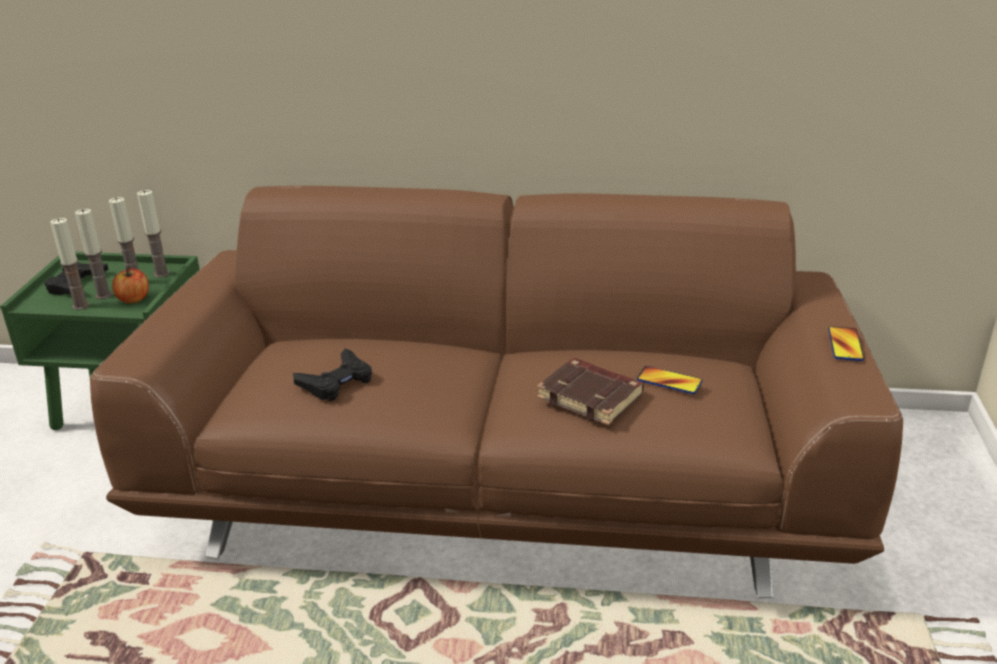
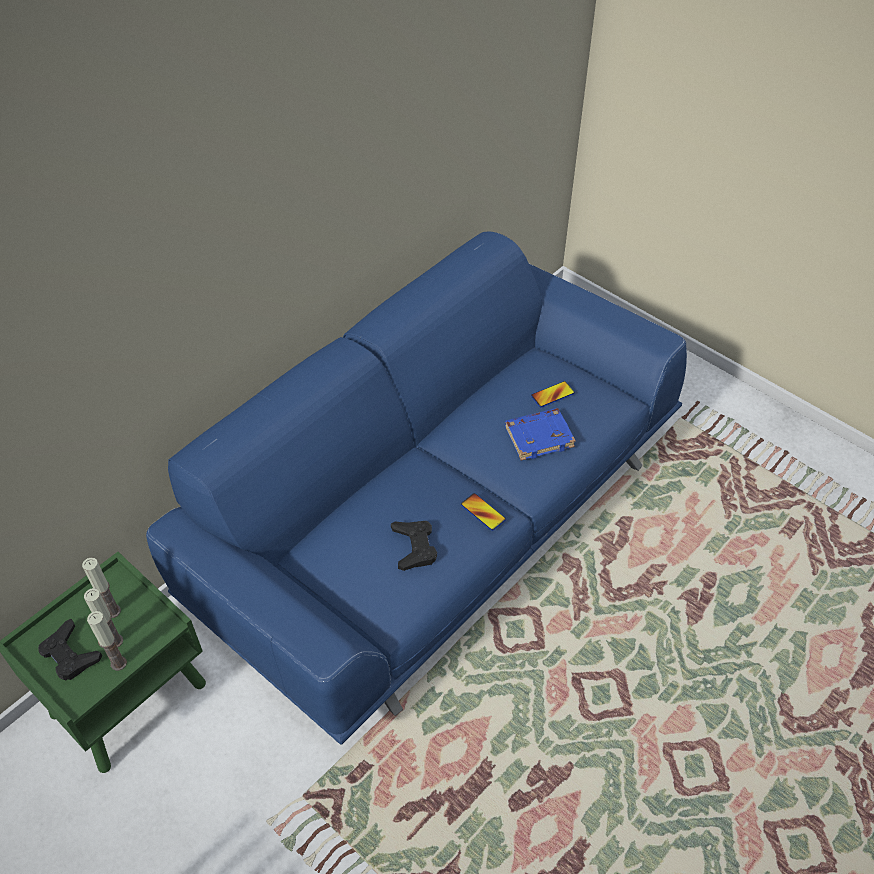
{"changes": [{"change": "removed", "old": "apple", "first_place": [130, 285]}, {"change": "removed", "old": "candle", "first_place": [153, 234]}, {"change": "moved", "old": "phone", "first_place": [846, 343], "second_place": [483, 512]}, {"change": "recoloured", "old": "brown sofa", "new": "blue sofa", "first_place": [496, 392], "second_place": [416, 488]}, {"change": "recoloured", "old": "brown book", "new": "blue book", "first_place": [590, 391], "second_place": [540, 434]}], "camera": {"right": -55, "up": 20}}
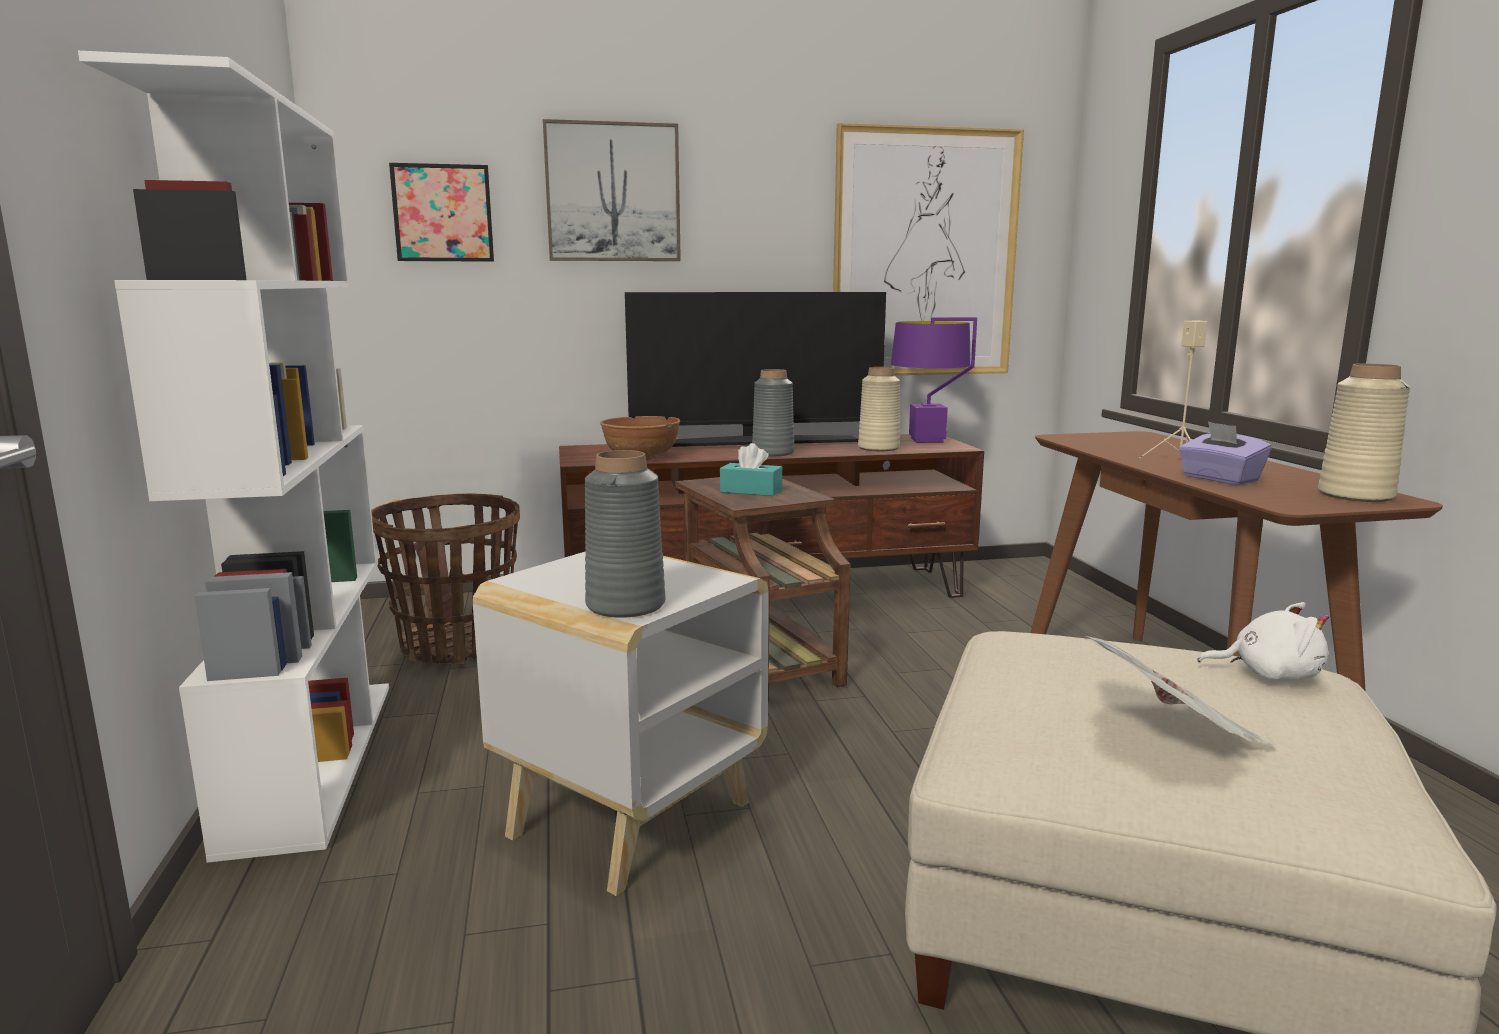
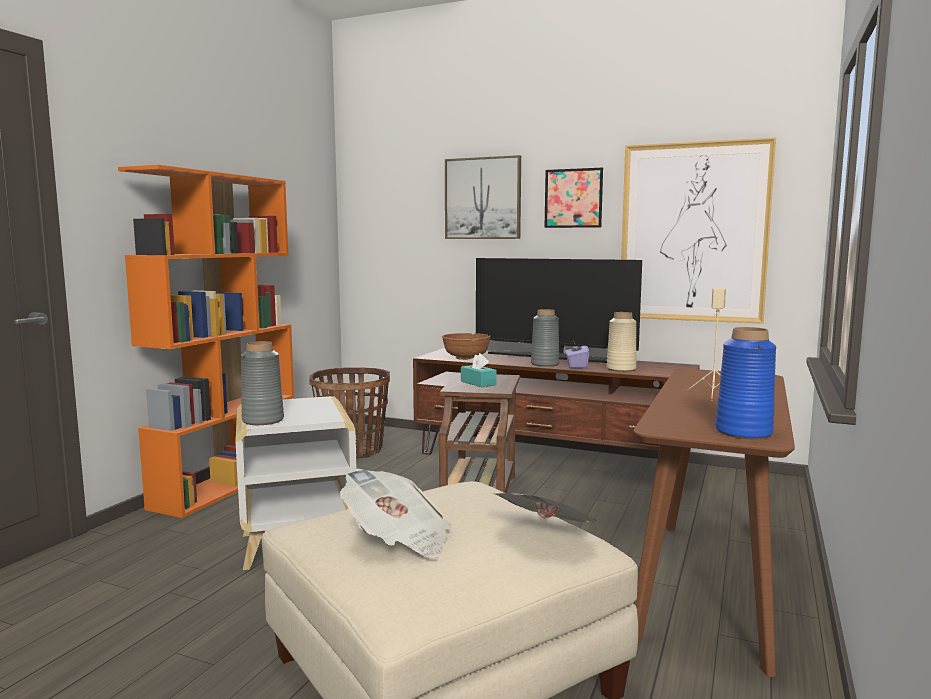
{"changes": [{"change": "removed", "old": "purple table lamp", "first_place": [934, 380]}, {"change": "moved", "old": "picture", "first_place": [441, 212], "second_place": [573, 198]}, {"change": "moved", "old": "purple tissue box", "first_place": [1225, 453], "second_place": [577, 355]}, {"change": "replaced", "old": "white plush toy", "new": "newspaper", "first_place": [1263, 641], "second_place": [544, 508]}, {"change": "recoloured", "old": "white bookcase", "new": "orange bookcase", "first_place": [233, 457], "second_place": [206, 341]}, {"change": "recoloured", "old": "beige vase", "new": "blue vase", "first_place": [1364, 432], "second_place": [745, 383]}], "camera": {"right": 35, "up": -5}}
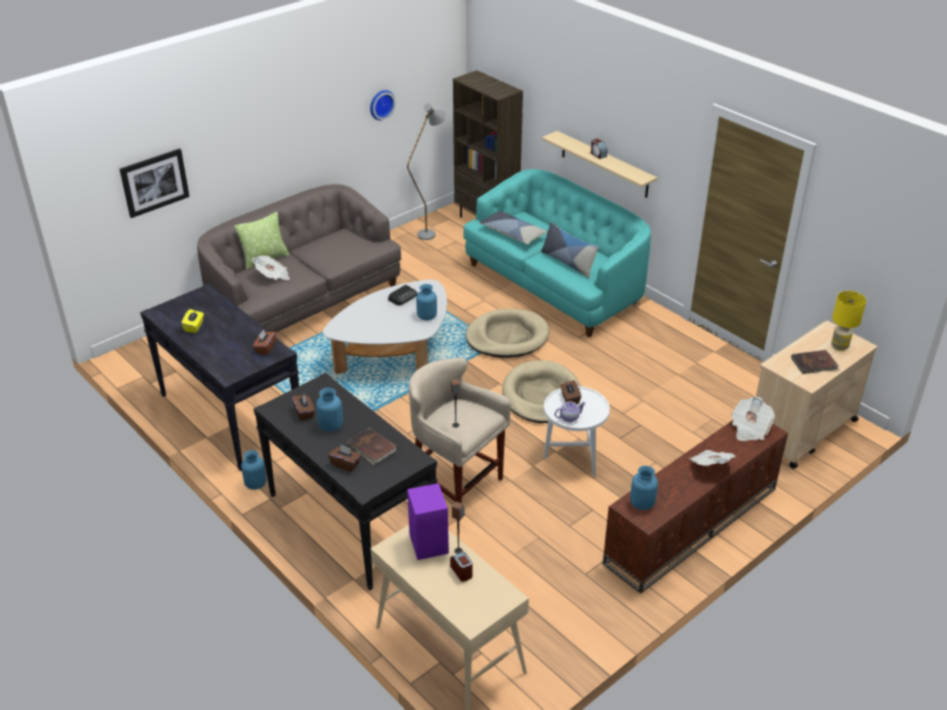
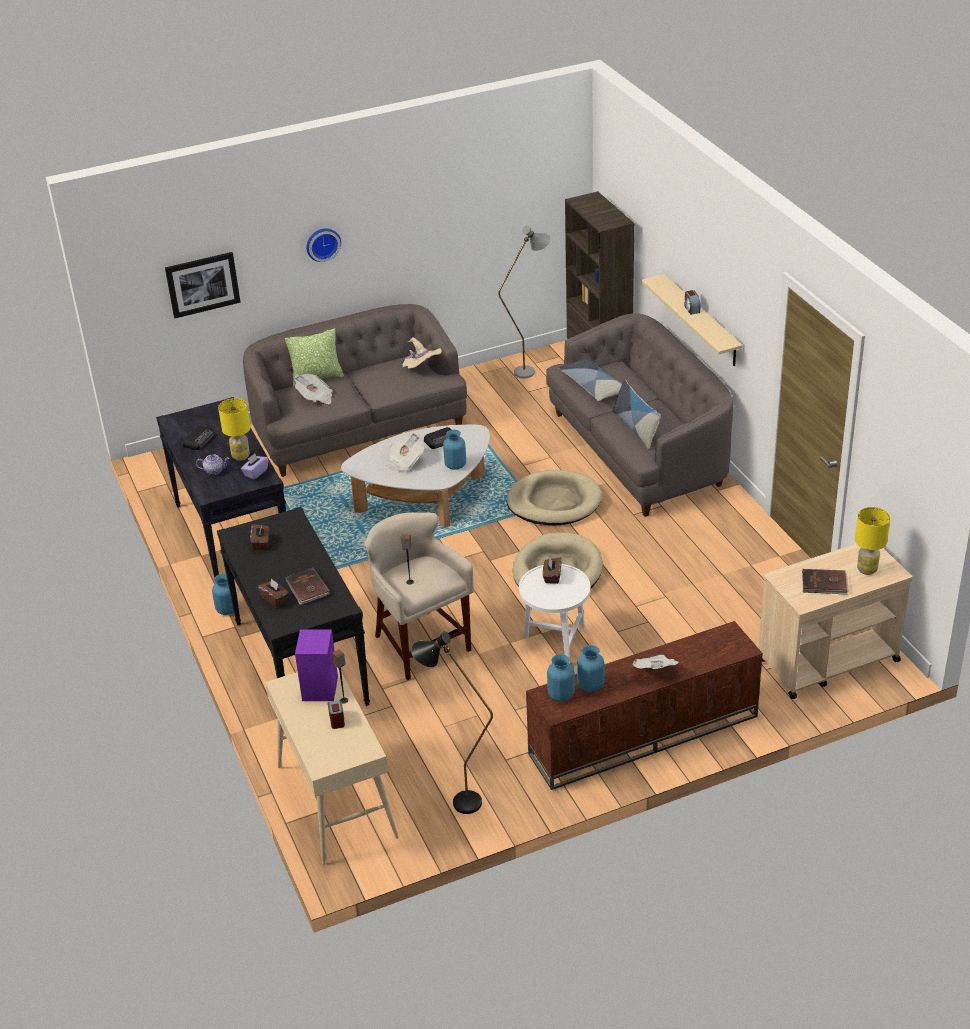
{"changes": [{"change": "added", "new": "yellow table lamp", "second_place": [234, 429]}, {"change": "added", "new": "beige hat", "second_place": [421, 353]}, {"change": "added", "new": "black floor lamp", "second_place": [452, 722]}, {"change": "moved", "old": "blue vase", "first_place": [329, 410], "second_place": [591, 668]}, {"change": "moved", "old": "wall clock", "first_place": [383, 105], "second_place": [324, 245]}, {"change": "moved", "old": "teapot", "first_place": [570, 412], "second_place": [213, 464]}, {"change": "moved", "old": "newspaper", "first_place": [753, 418], "second_place": [404, 452]}, {"change": "replaced", "old": "yellow tissue box", "new": "radio", "first_place": [192, 321], "second_place": [199, 438]}, {"change": "recoloured", "old": "brown tissue box", "new": "purple tissue box", "first_place": [264, 342], "second_place": [254, 467]}, {"change": "recoloured", "old": "turquoise sofa", "new": "grey sofa", "first_place": [557, 253], "second_place": [639, 415]}], "camera": {"right": 20, "up": 0}}
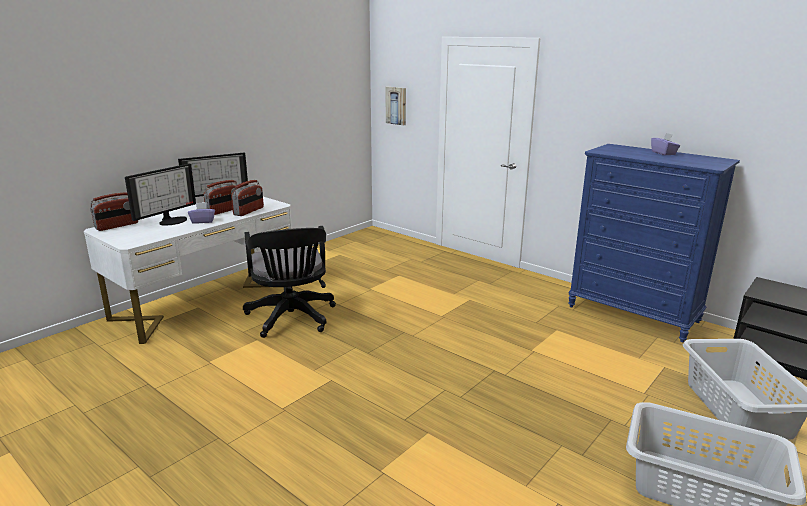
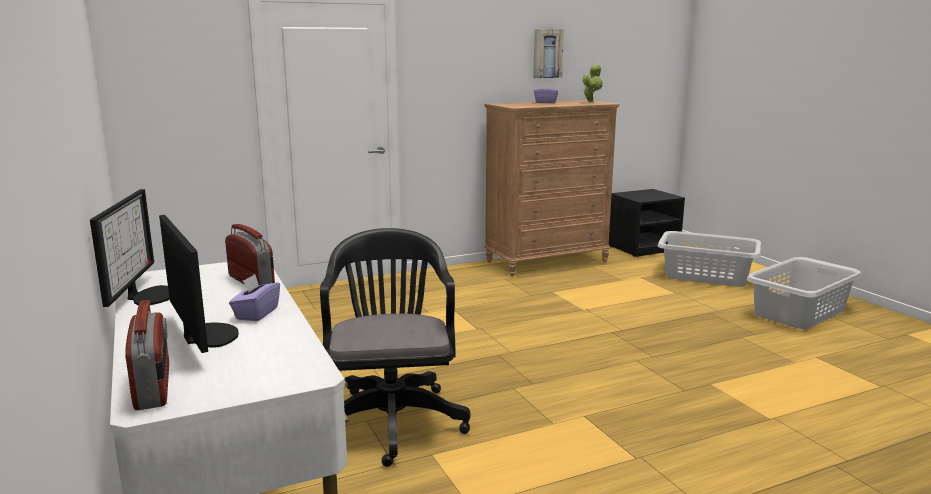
{"changes": [{"change": "removed", "old": "radio", "first_place": [220, 197]}, {"change": "added", "new": "potted plant", "second_place": [593, 83]}, {"change": "moved", "old": "picture", "first_place": [396, 106], "second_place": [548, 53]}, {"change": "recoloured", "old": "blue dresser", "new": "brown dresser", "first_place": [654, 243], "second_place": [551, 188]}, {"change": "turned", "old": "black office chair", "first_place": [289, 282], "second_place": [395, 347], "degrees": -105}], "camera": {"right": -65, "up": -5}}
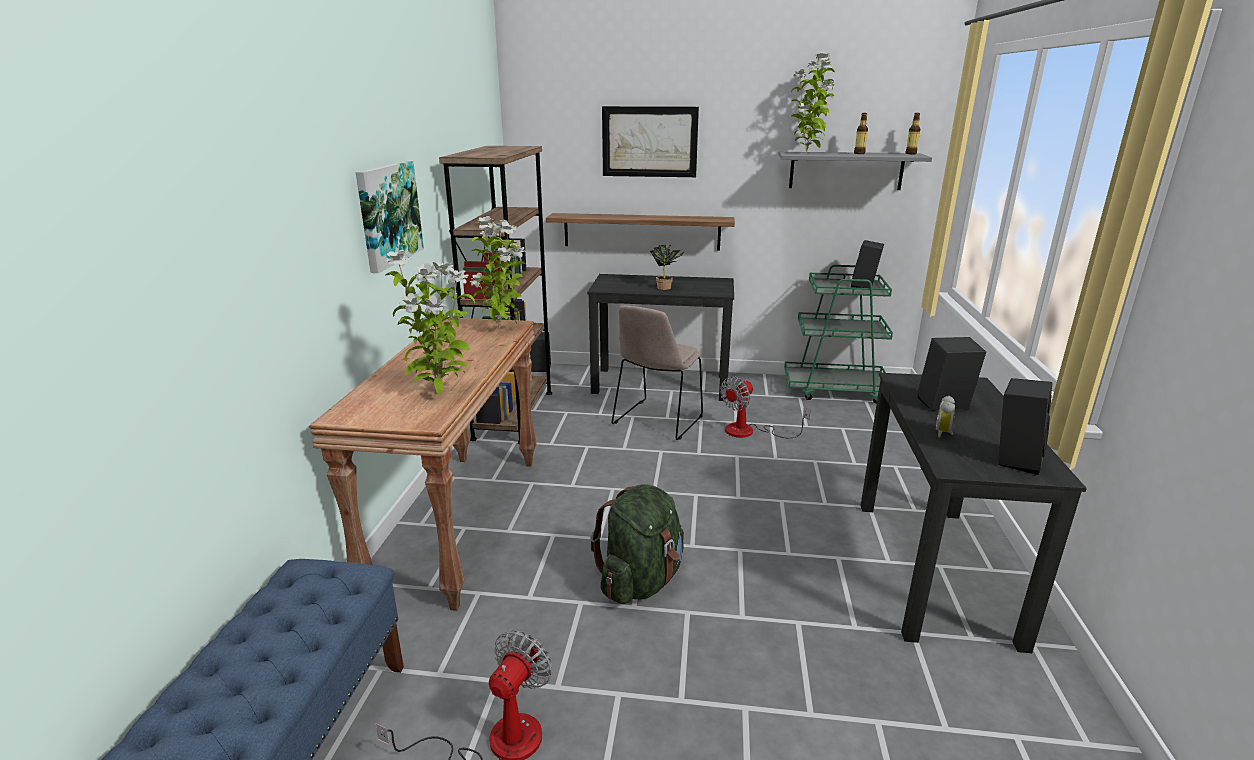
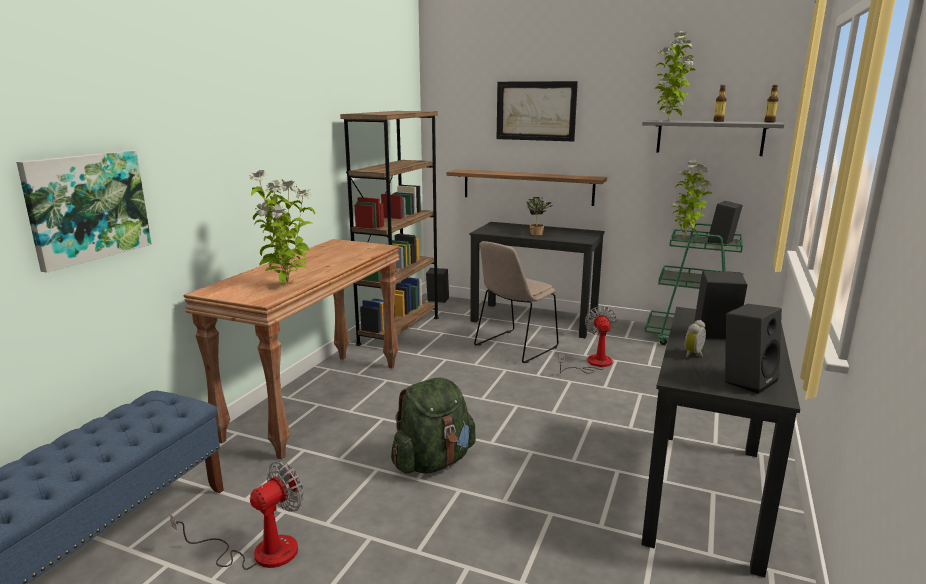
{"changes": [{"change": "moved", "old": "picture", "first_place": [390, 217], "second_place": [84, 211]}, {"change": "moved", "old": "potted plant", "first_place": [498, 273], "second_place": [692, 199]}, {"change": "turned", "old": "fan", "first_place": [765, 407], "second_place": [587, 340], "degrees": 120}], "camera": {"right": 15, "up": -5}}
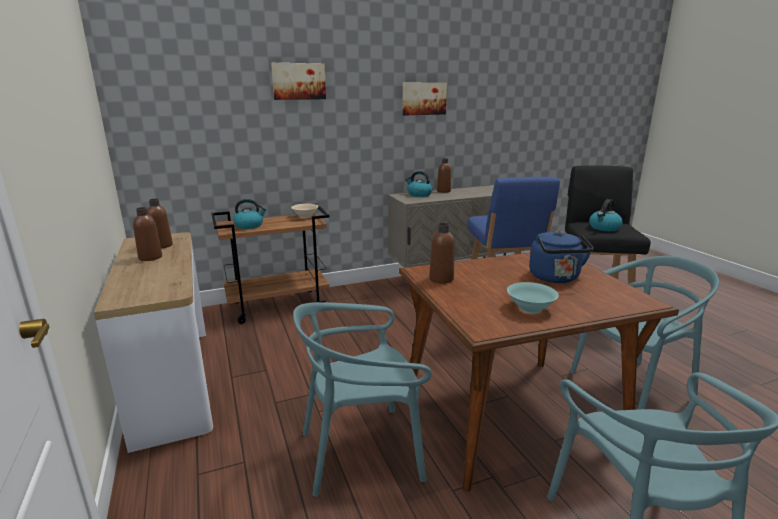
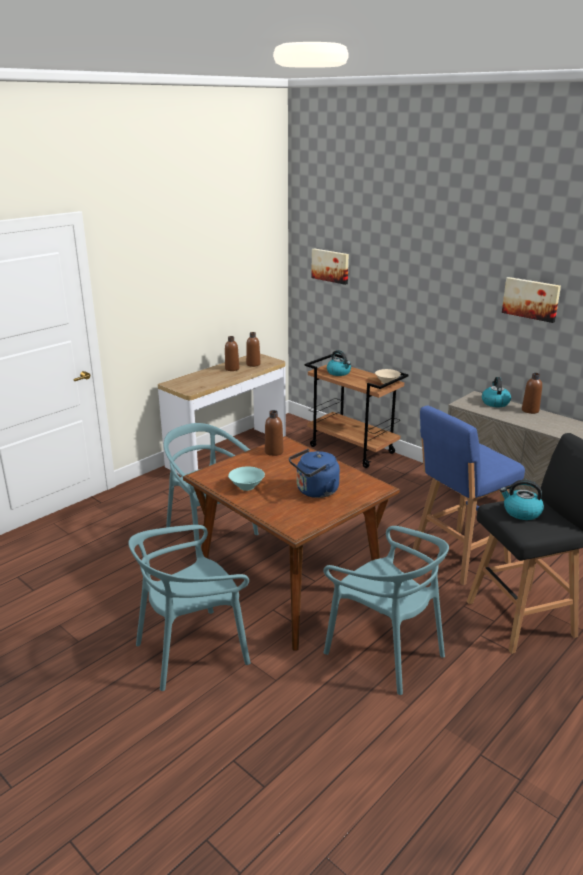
{"changes": [{"change": "moved", "old": "picture", "first_place": [298, 81], "second_place": [330, 266]}], "camera": {"right": 65, "up": 5}}
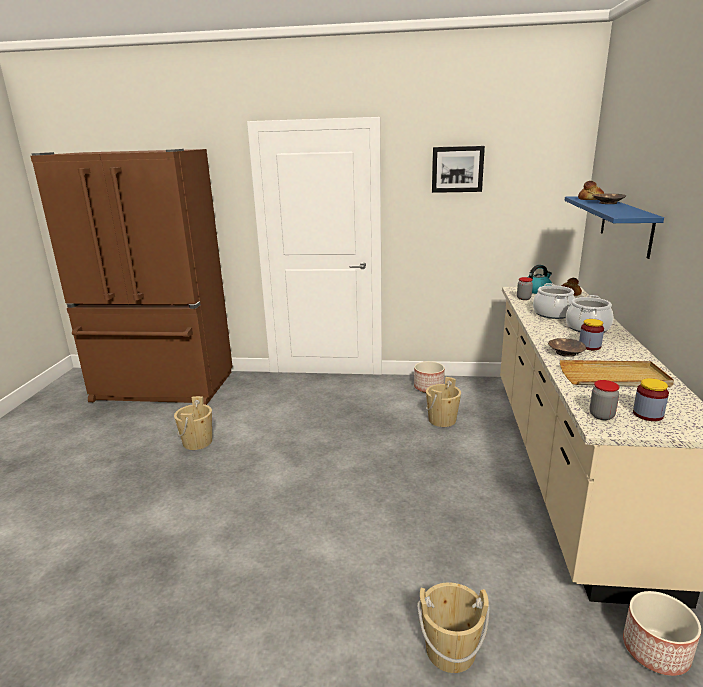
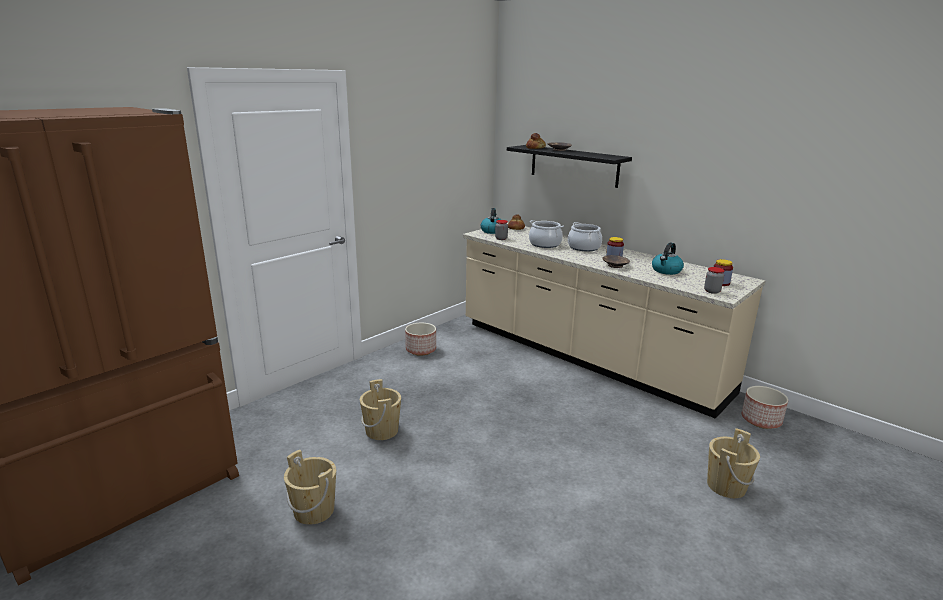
{"changes": [{"change": "removed", "old": "picture", "first_place": [458, 169]}, {"change": "moved", "old": "beige bucket", "first_place": [443, 402], "second_place": [380, 409]}, {"change": "replaced", "old": "beige tray", "new": "kettle", "first_place": [617, 373], "second_place": [668, 259]}, {"change": "recoloured", "old": "blue shelf", "new": "black shelf", "first_place": [614, 227], "second_place": [569, 166]}], "camera": {"right": -55, "up": 0}}
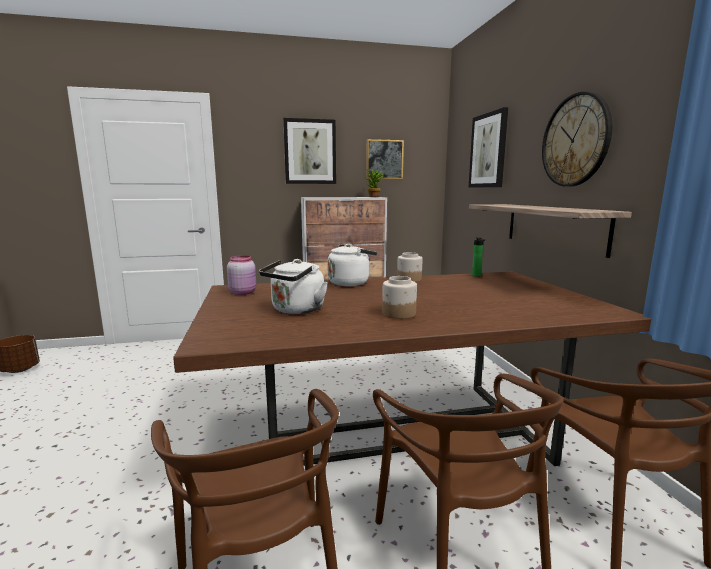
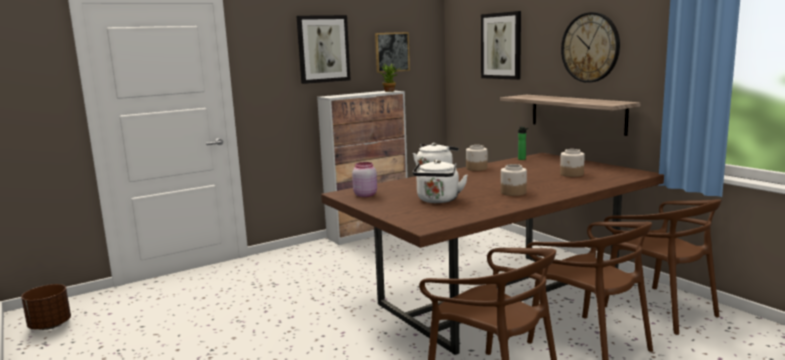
{"changes": [{"change": "added", "new": "jar", "second_place": [572, 163]}], "camera": {"right": -20, "up": 0}}
